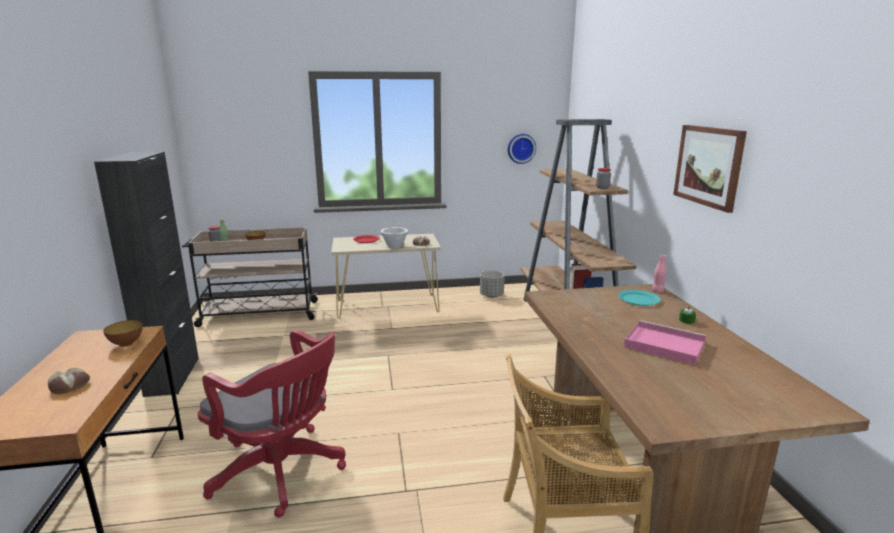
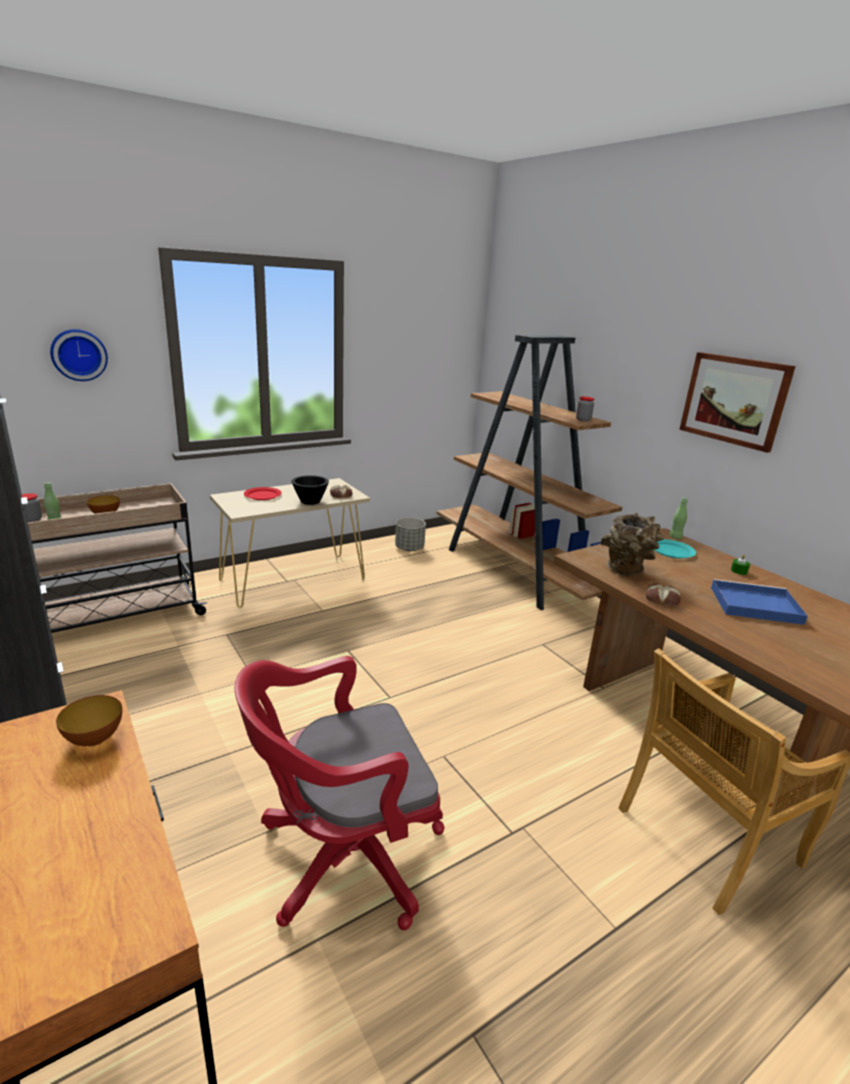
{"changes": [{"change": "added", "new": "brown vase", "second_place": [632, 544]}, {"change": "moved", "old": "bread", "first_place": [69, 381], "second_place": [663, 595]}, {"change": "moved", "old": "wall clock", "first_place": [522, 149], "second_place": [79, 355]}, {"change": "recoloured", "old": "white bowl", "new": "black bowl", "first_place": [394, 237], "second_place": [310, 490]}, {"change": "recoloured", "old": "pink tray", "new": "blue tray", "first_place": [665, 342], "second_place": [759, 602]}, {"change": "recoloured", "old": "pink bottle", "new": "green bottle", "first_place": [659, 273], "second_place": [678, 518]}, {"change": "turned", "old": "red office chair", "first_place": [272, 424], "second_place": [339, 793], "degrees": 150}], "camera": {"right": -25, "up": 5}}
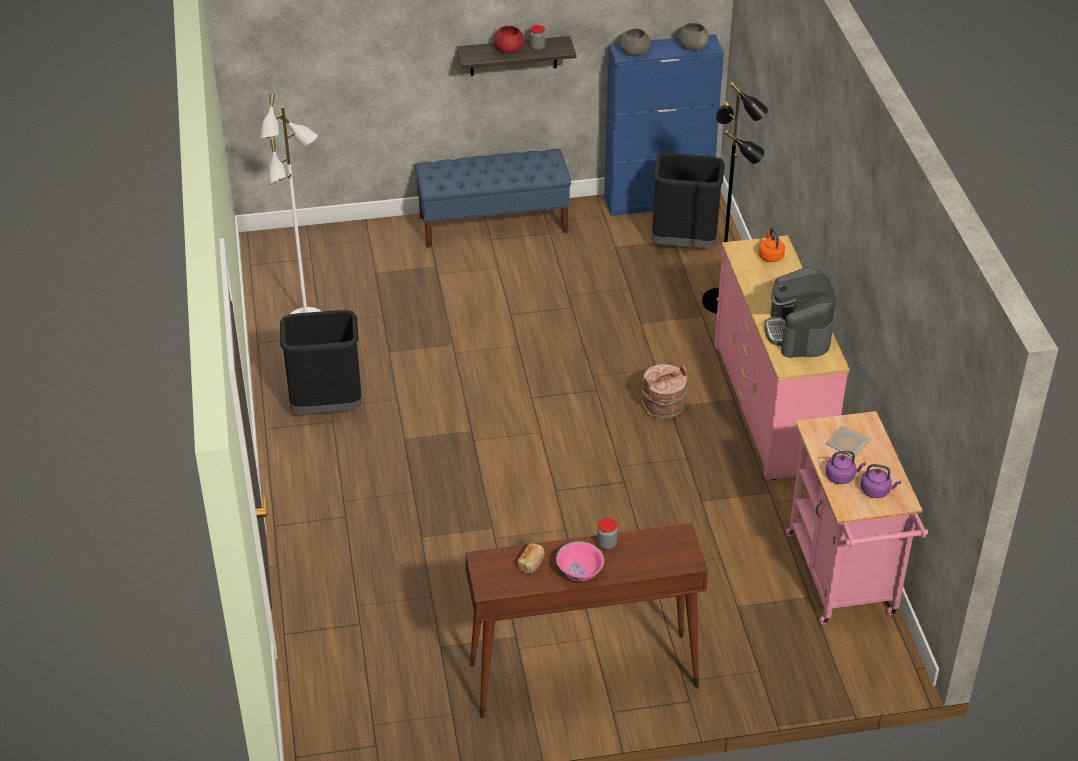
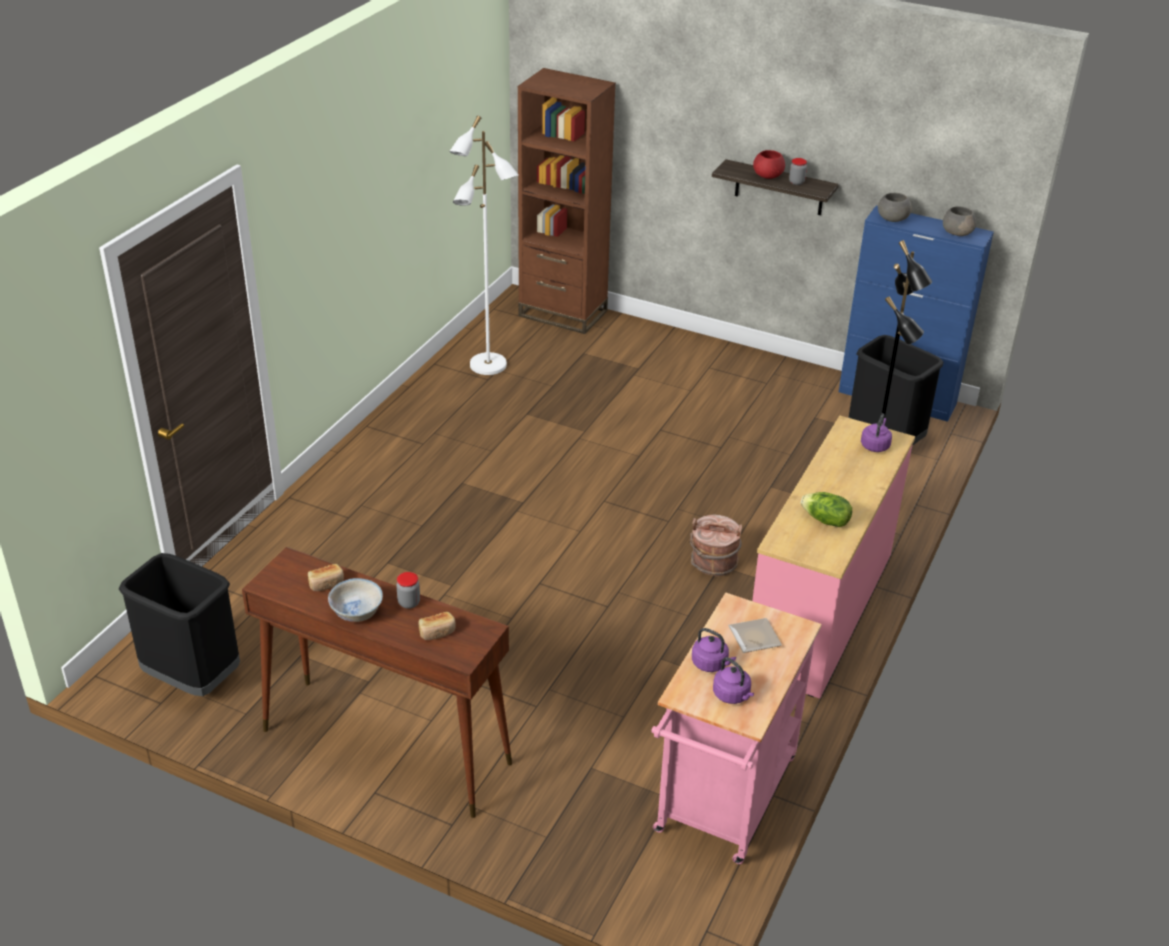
{"changes": [{"change": "removed", "old": "blue bench", "first_place": [492, 198]}, {"change": "added", "new": "bread", "second_place": [437, 626]}, {"change": "added", "new": "brown bookcase", "second_place": [567, 201]}, {"change": "moved", "old": "black trash can", "first_place": [321, 362], "second_place": [179, 624]}, {"change": "replaced", "old": "coffee machine", "new": "lettuce", "first_place": [800, 312], "second_place": [826, 509]}, {"change": "recoloured", "old": "pink bowl", "new": "white bowl", "first_place": [580, 561], "second_place": [355, 600]}, {"change": "recoloured", "old": "orange kettle", "new": "purple kettle", "first_place": [772, 245], "second_place": [876, 432]}], "camera": {"right": 35, "up": -5}}
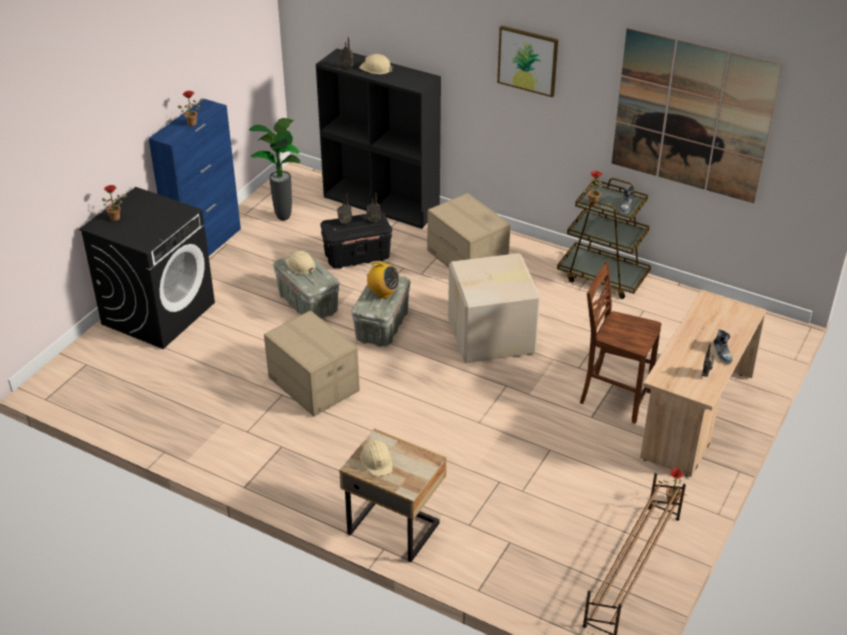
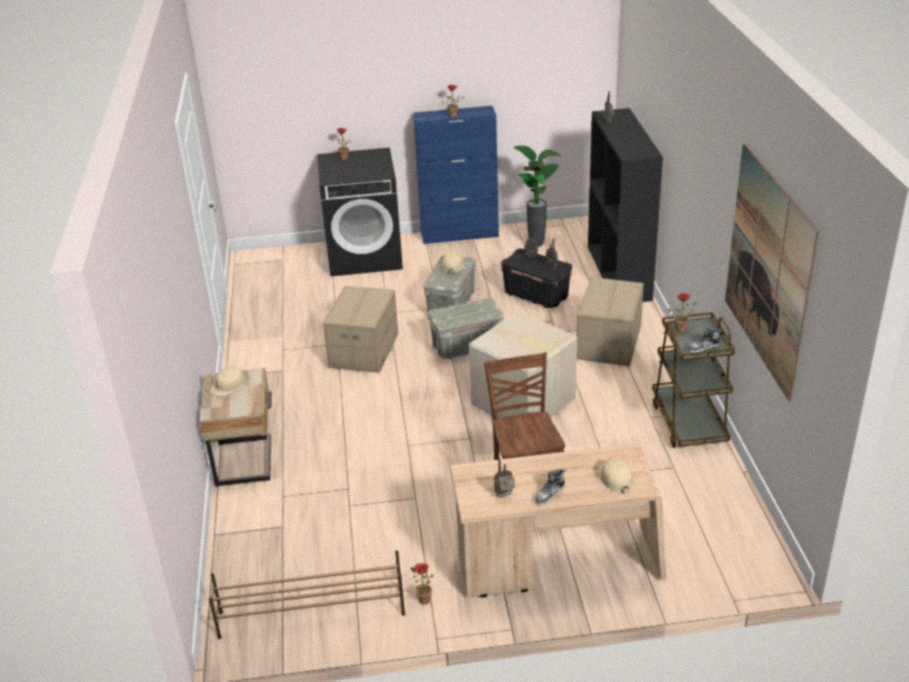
{"changes": [{"change": "removed", "old": "radio", "first_place": [383, 280]}, {"change": "removed", "old": "picture", "first_place": [527, 61]}, {"change": "moved", "old": "beige hard hat", "first_place": [376, 64], "second_place": [616, 475]}], "camera": {"right": 55, "up": -5}}
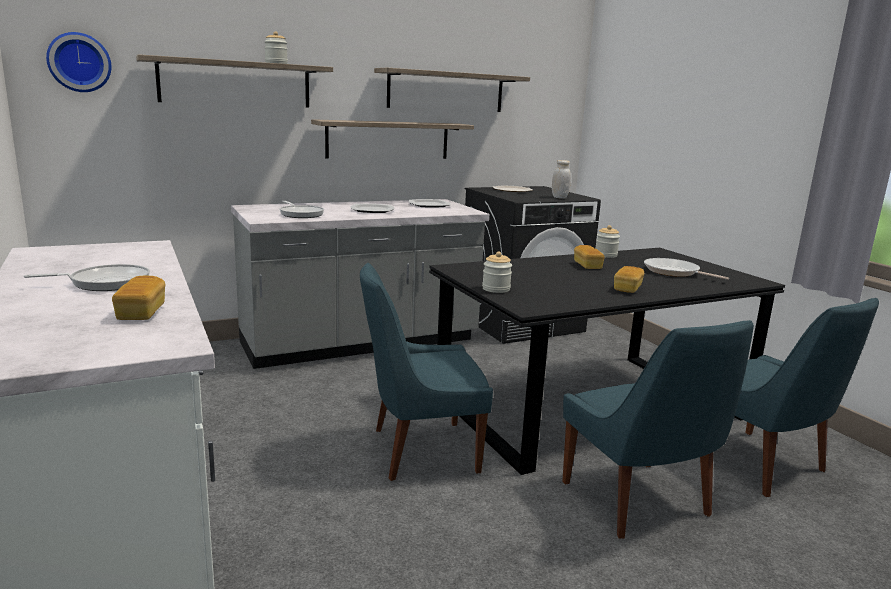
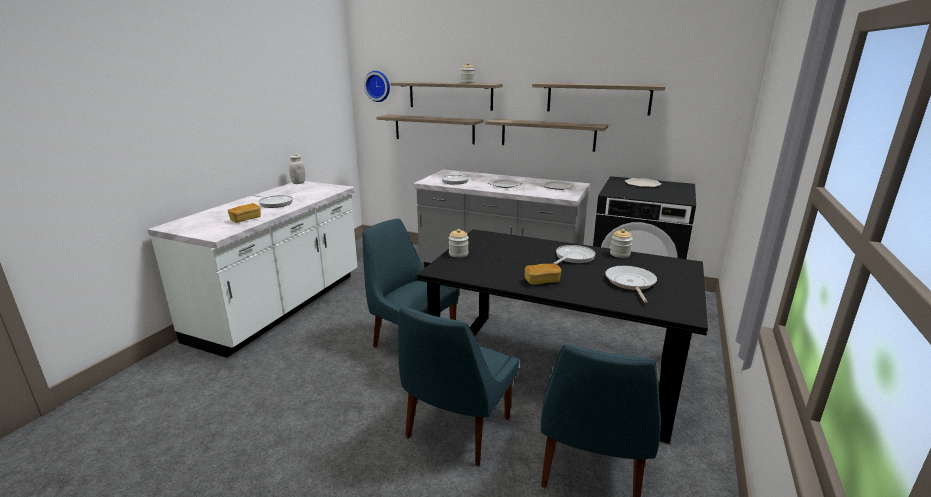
{"changes": [{"change": "added", "new": "shelf", "second_place": [429, 129]}, {"change": "moved", "old": "white jar", "first_place": [561, 179], "second_place": [297, 169]}, {"change": "replaced", "old": "bread", "new": "frying pan", "first_place": [589, 257], "second_place": [575, 254]}], "camera": {"right": 50, "up": 5}}
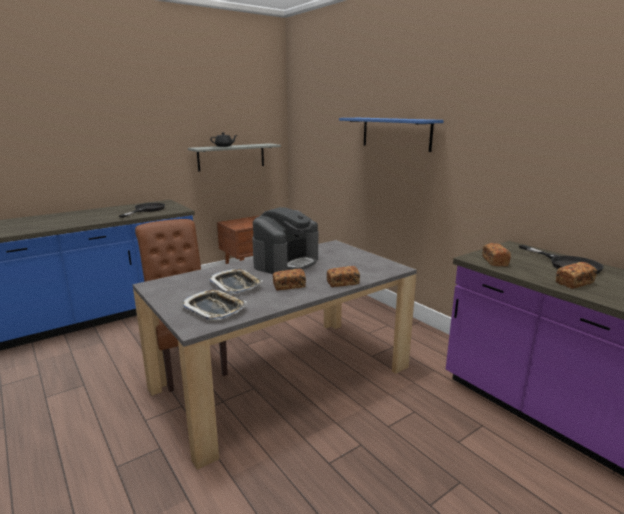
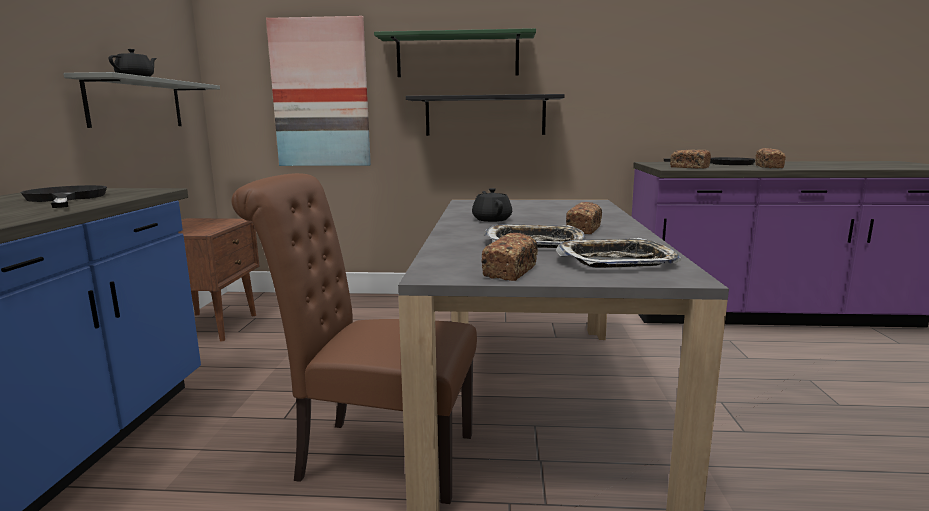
{"changes": [{"change": "added", "new": "picture", "second_place": [318, 91]}, {"change": "added", "new": "black shelf", "second_place": [485, 115]}, {"change": "moved", "old": "bread", "first_place": [343, 276], "second_place": [509, 257]}, {"change": "replaced", "old": "coffee machine", "new": "black teapot", "first_place": [285, 240], "second_place": [492, 205]}, {"change": "recoloured", "old": "blue shelf", "new": "green shelf", "first_place": [391, 135], "second_place": [455, 52]}], "camera": {"right": -50, "up": -5}}
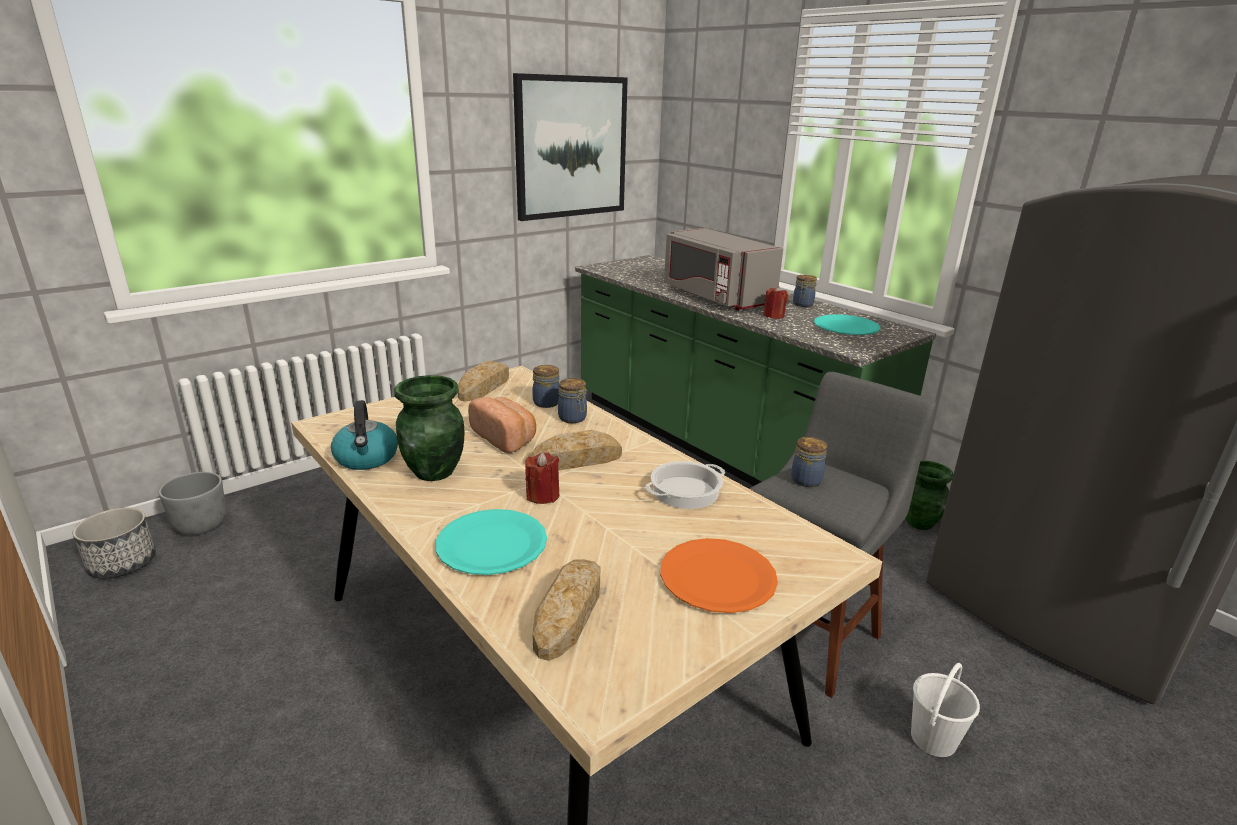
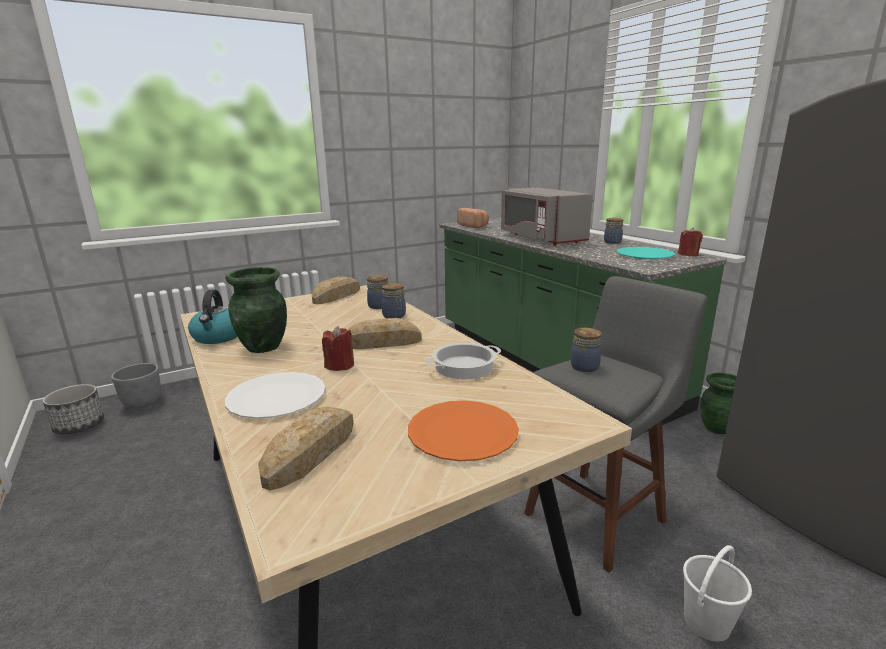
{"changes": [{"change": "removed", "old": "picture", "first_place": [570, 147]}, {"change": "moved", "old": "bread", "first_place": [502, 425], "second_place": [473, 218]}, {"change": "moved", "old": "red candle", "first_place": [775, 302], "second_place": [690, 242]}, {"change": "recoloured", "old": "turquoise plate", "new": "white plate", "first_place": [491, 542], "second_place": [275, 395]}], "camera": {"right": 10, "up": -5}}
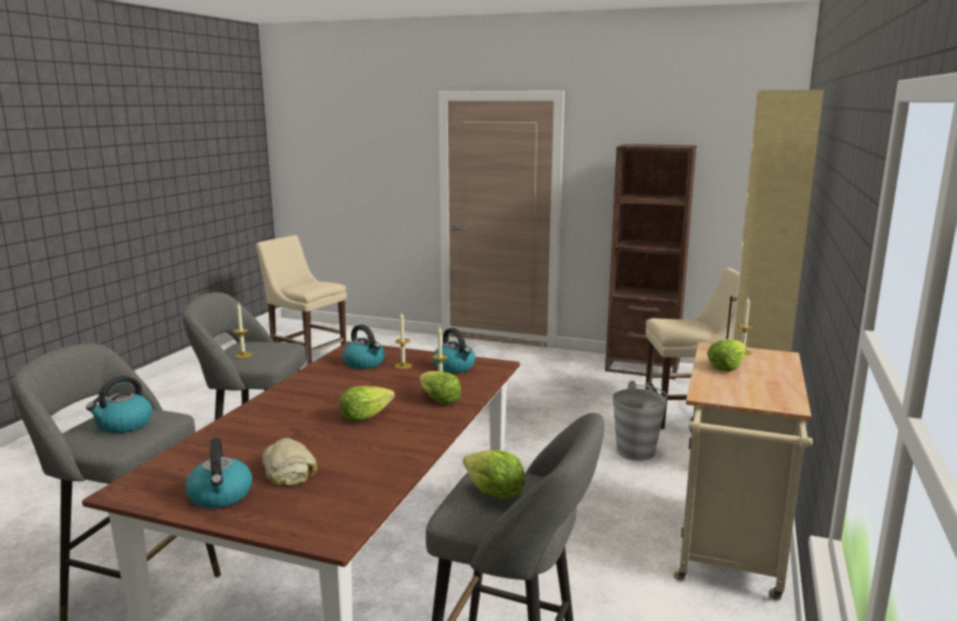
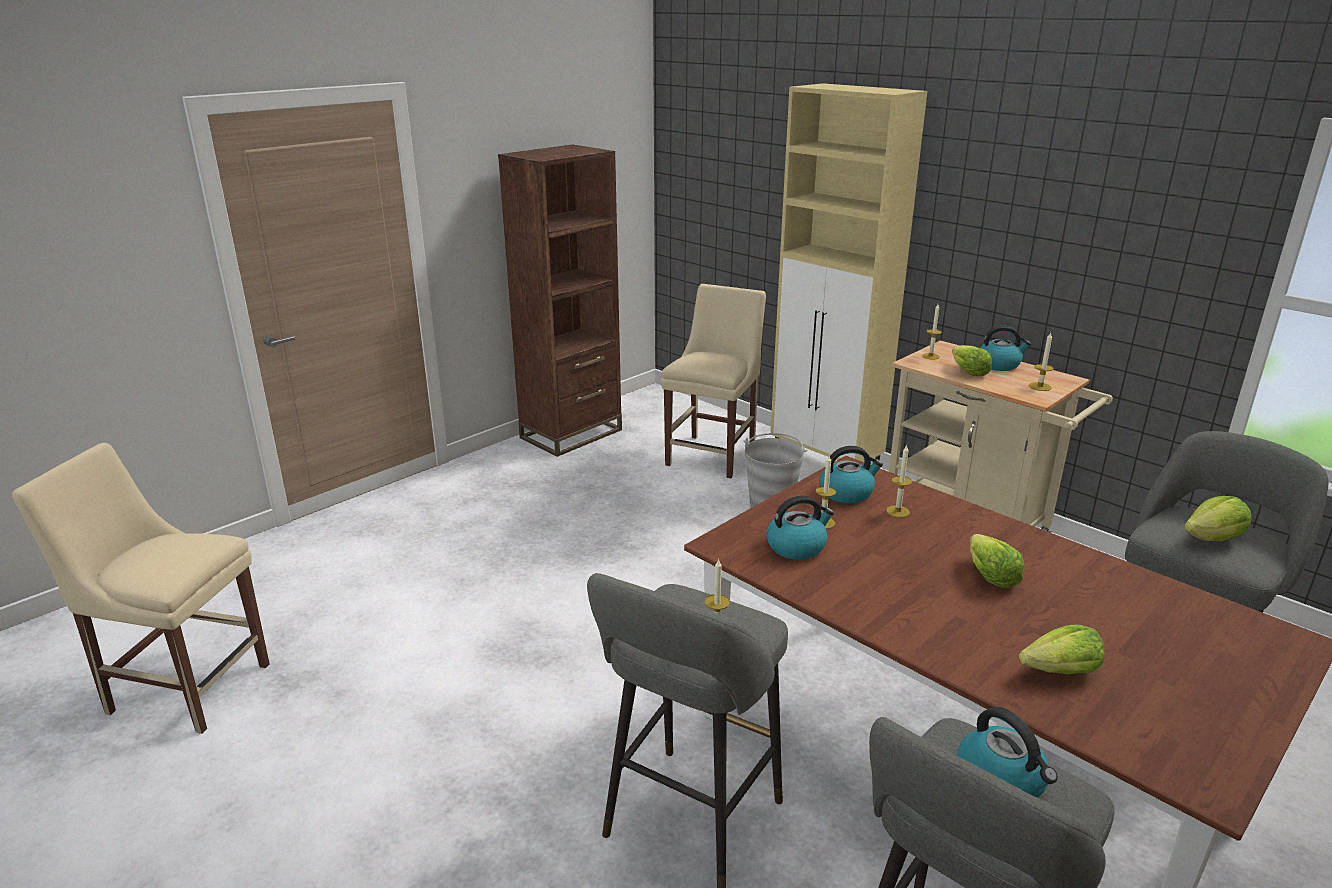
{"changes": [{"change": "removed", "old": "bread", "first_place": [290, 462]}, {"change": "added", "new": "candle", "second_place": [1041, 362]}, {"change": "moved", "old": "kettle", "first_place": [218, 473], "second_place": [1005, 348]}, {"change": "moved", "old": "lettuce", "first_place": [440, 387], "second_place": [1062, 649]}, {"change": "turned", "old": "beige chair", "first_place": [301, 300], "second_place": [141, 588], "degrees": 45}], "camera": {"right": -65, "up": 10}}
